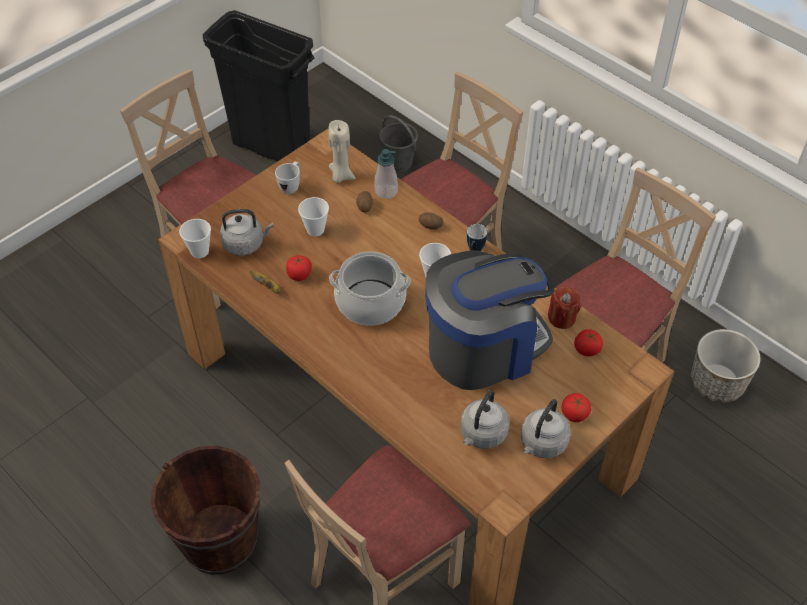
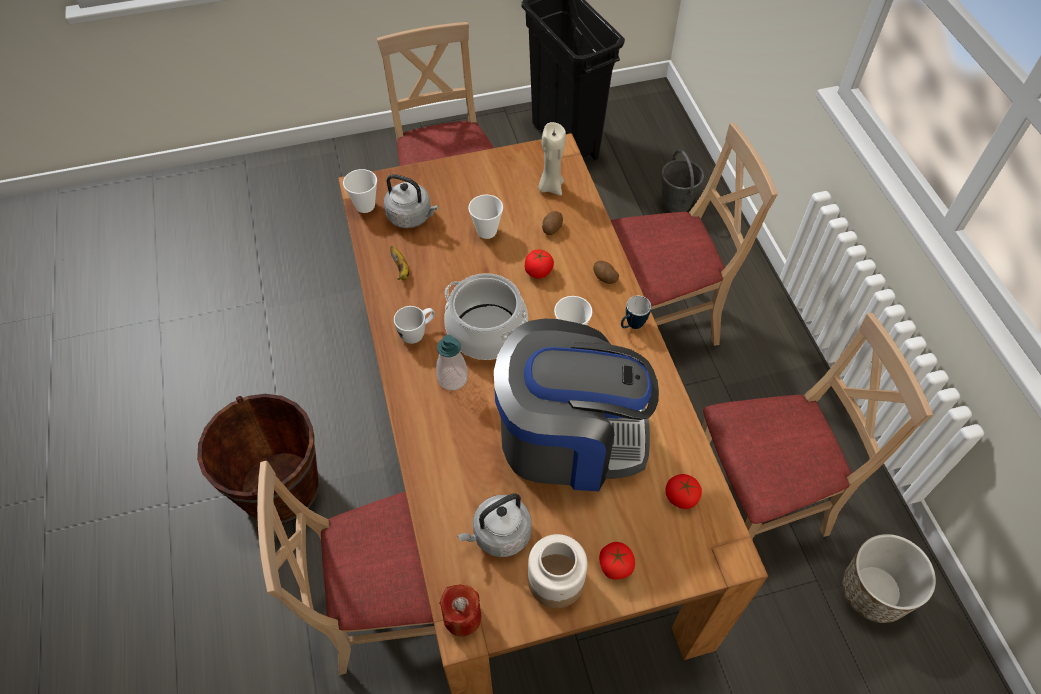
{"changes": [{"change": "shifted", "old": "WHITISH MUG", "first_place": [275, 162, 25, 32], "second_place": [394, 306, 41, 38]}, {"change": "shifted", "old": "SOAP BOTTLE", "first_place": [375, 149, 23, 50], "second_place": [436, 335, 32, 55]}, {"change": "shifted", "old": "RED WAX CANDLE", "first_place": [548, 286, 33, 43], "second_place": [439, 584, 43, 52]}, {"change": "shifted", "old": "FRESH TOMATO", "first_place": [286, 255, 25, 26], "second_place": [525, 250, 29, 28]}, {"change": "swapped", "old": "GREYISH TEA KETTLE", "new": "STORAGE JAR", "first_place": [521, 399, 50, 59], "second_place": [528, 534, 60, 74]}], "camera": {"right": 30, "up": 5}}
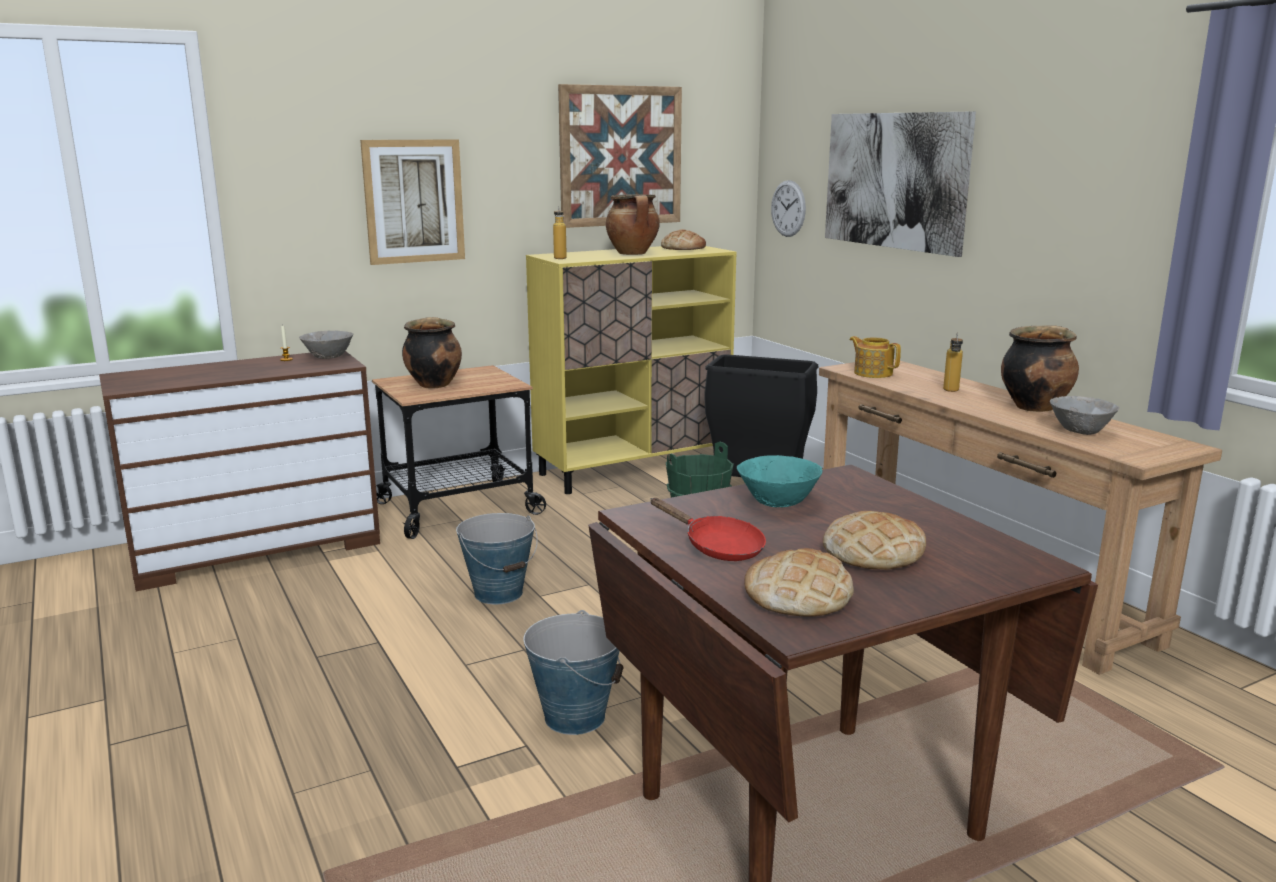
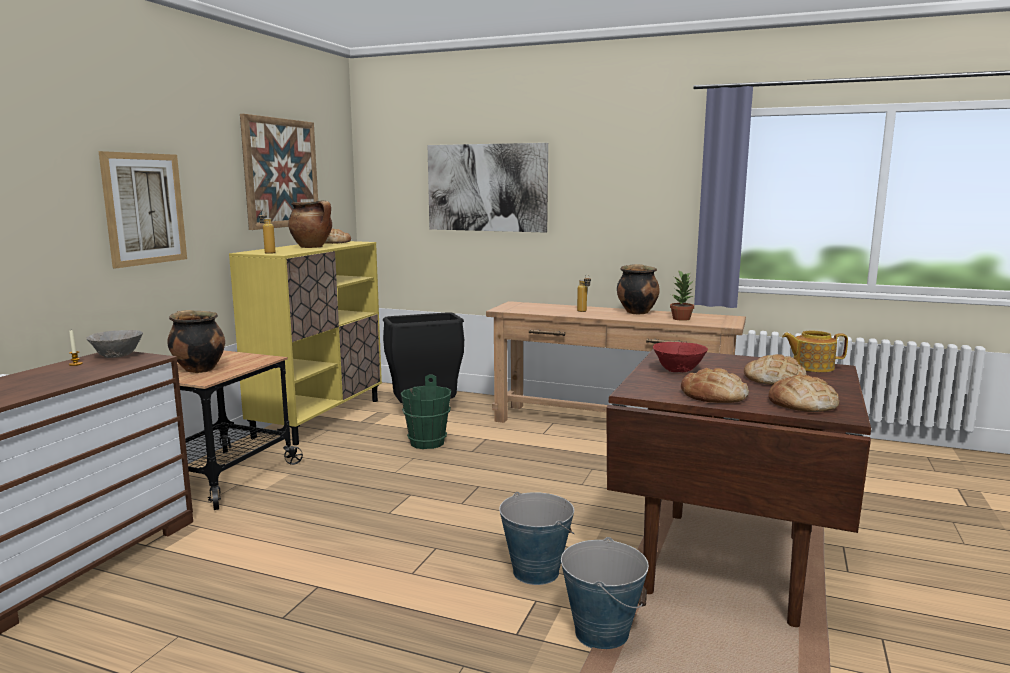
{"changes": [{"change": "shifted", "old": "WATER BUCKET", "first_place": [456, 513, 82, 91], "second_place": [561, 537, 88, 112]}, {"change": "repainted", "old": "BLUE-GREEN DEEP DISH", "new": "RED DEEP DISH", "first_place": [737, 455, 86, 52], "second_place": [653, 342, 55, 30]}, {"change": "swapped", "old": "GREYISH DEEP DISH", "new": "HOUSEPLANT", "first_place": [1050, 396, 69, 39], "second_place": [670, 271, 24, 50]}, {"change": "swapped", "old": "RED FRYING PAN", "new": "BAKED BREAD", "first_place": [650, 498, 116, 63], "second_place": [681, 368, 68, 35]}, {"change": "shifted", "old": "TEAPOT", "first_place": [849, 336, 52, 42], "second_place": [782, 331, 66, 41]}, {"change": "gone", "old": "WALL CLOCK", "first_place": [771, 180, 35, 57]}], "camera": {"right": -40, "up": -5}}
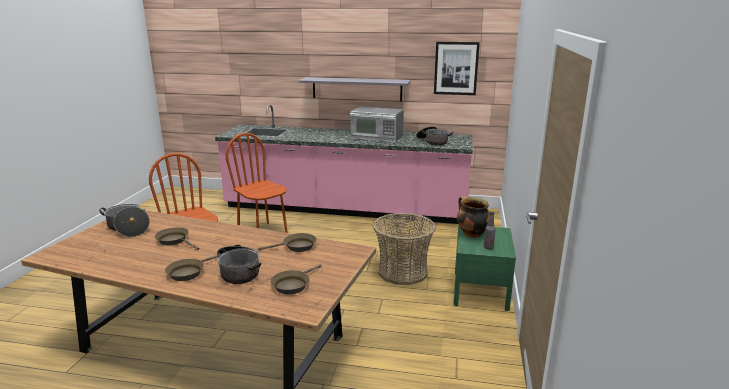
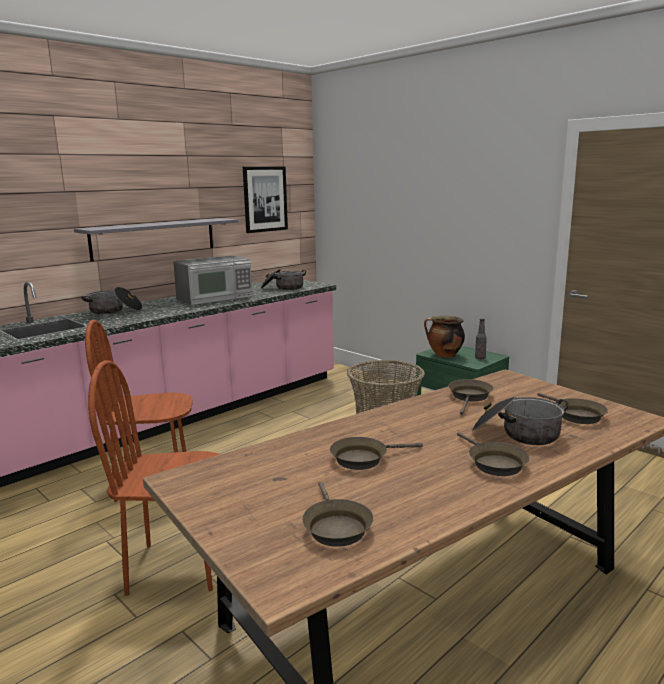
{"changes": [{"change": "shifted", "old": "STOCKPOT", "first_place": [99, 204, 51, 33], "second_place": [81, 287, 62, 27]}, {"change": "new", "new": "BROWN FRYING PAN", "second_place": [302, 482, 71, 65]}], "camera": {"right": -55, "up": -5}}
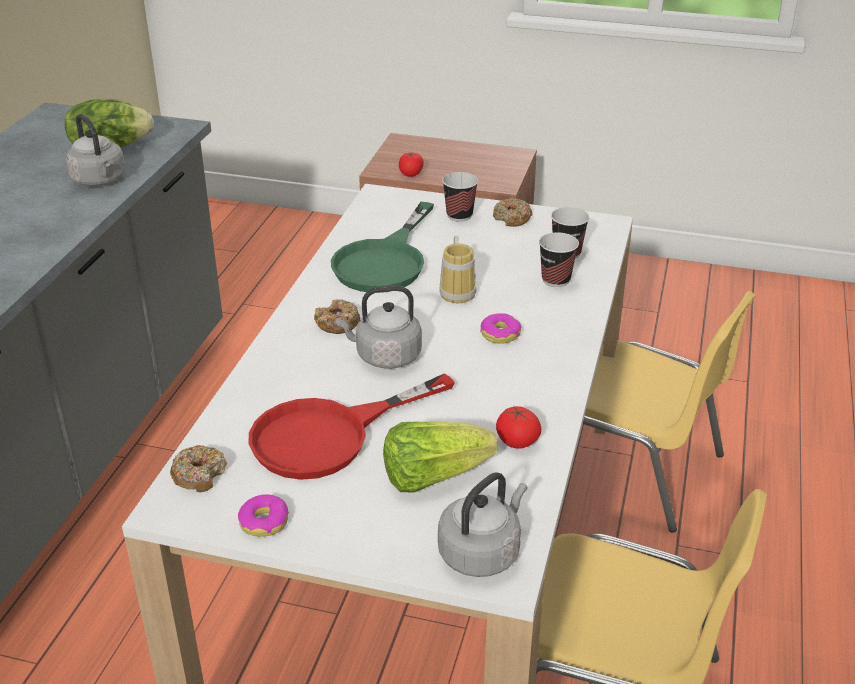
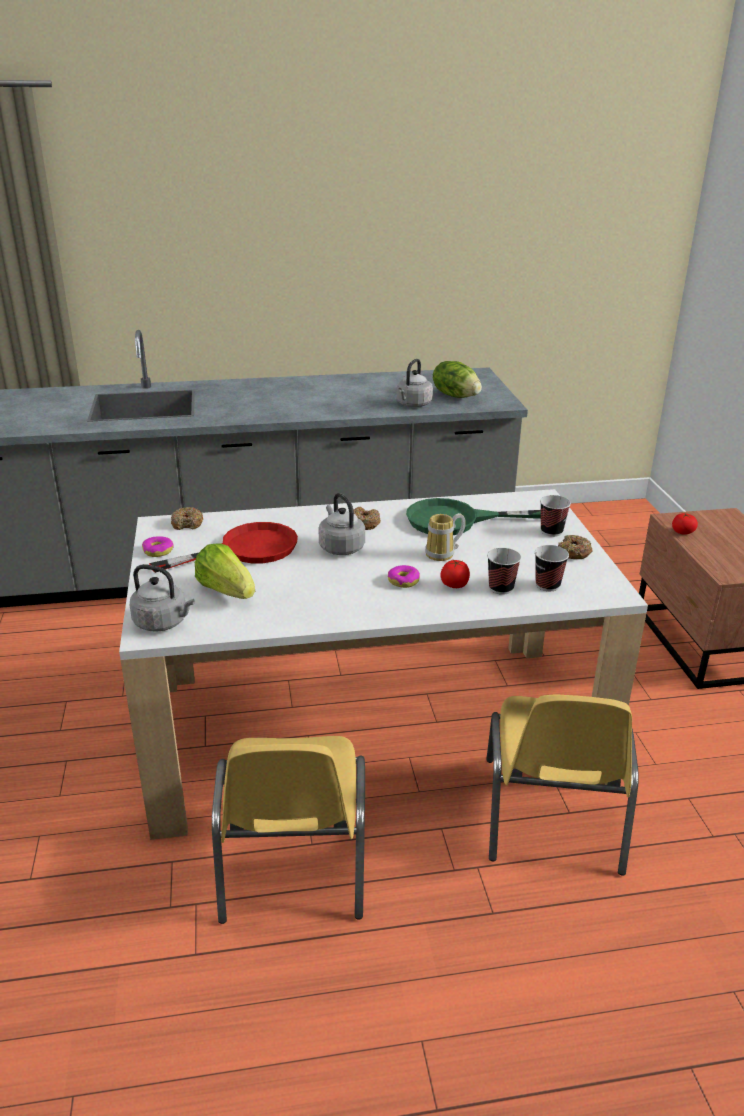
{"changes": [{"change": "rotated", "old": "RED FRYING PAN", "first_place": [248, 373, 207, 107], "second_place": [149, 522, 149, 51], "degrees": 120}, {"change": "shifted", "old": "FRESH TOMATO", "first_place": [496, 406, 45, 43], "second_place": [440, 560, 30, 28]}], "camera": {"right": 65, "up": -5}}
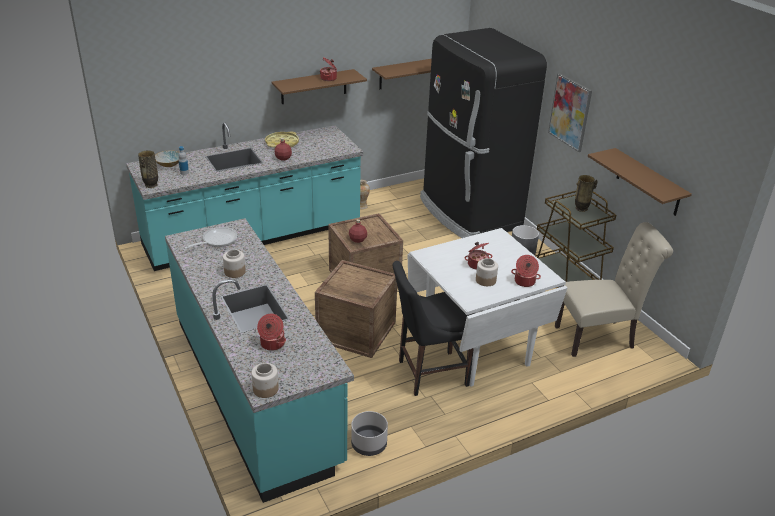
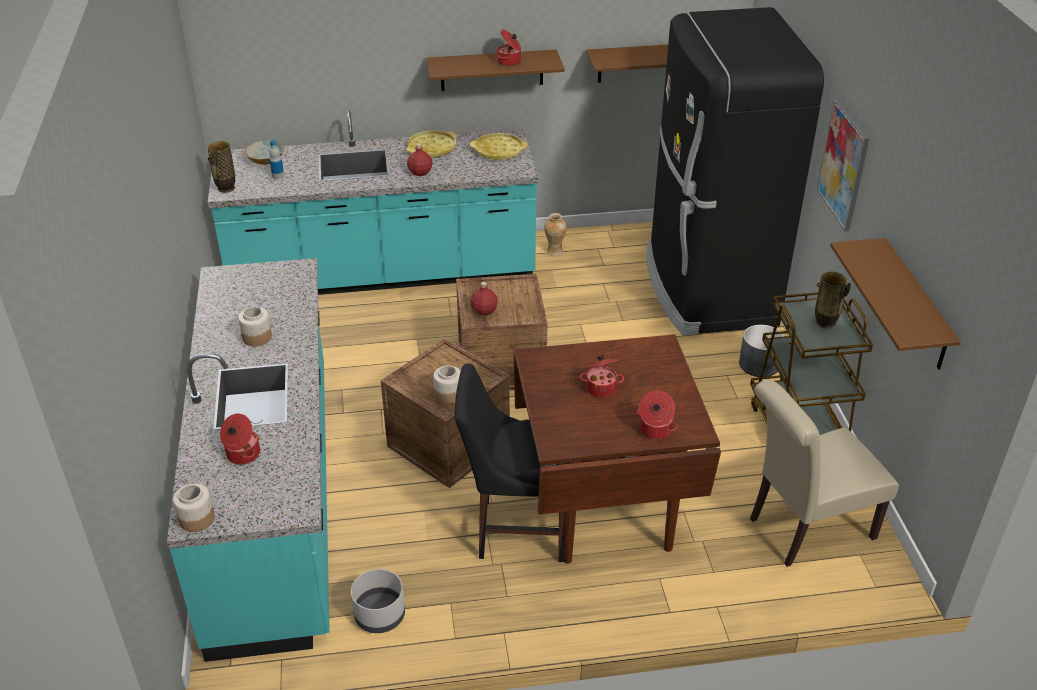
{"changes": [{"change": "shifted", "old": "STORAGE JAR", "first_place": [476, 258, 22, 28], "second_place": [433, 365, 28, 39]}, {"change": "new", "new": "YELLOWISH CARRYING TRAY", "second_place": [470, 133, 58, 27]}, {"change": "repainted", "old": "WHITISH DINING TABLE", "new": "BROWN DINING TABLE", "first_place": [408, 228, 160, 159], "second_place": [513, 334, 208, 229]}, {"change": "rotated", "old": "BEIGE PLAIN CHAIR", "first_place": [555, 222, 118, 135], "second_place": [750, 380, 149, 187], "degrees": 150}, {"change": "gone", "old": "FRYING PAN", "first_place": [184, 227, 53, 22]}], "camera": {"right": 20, "up": 5}}
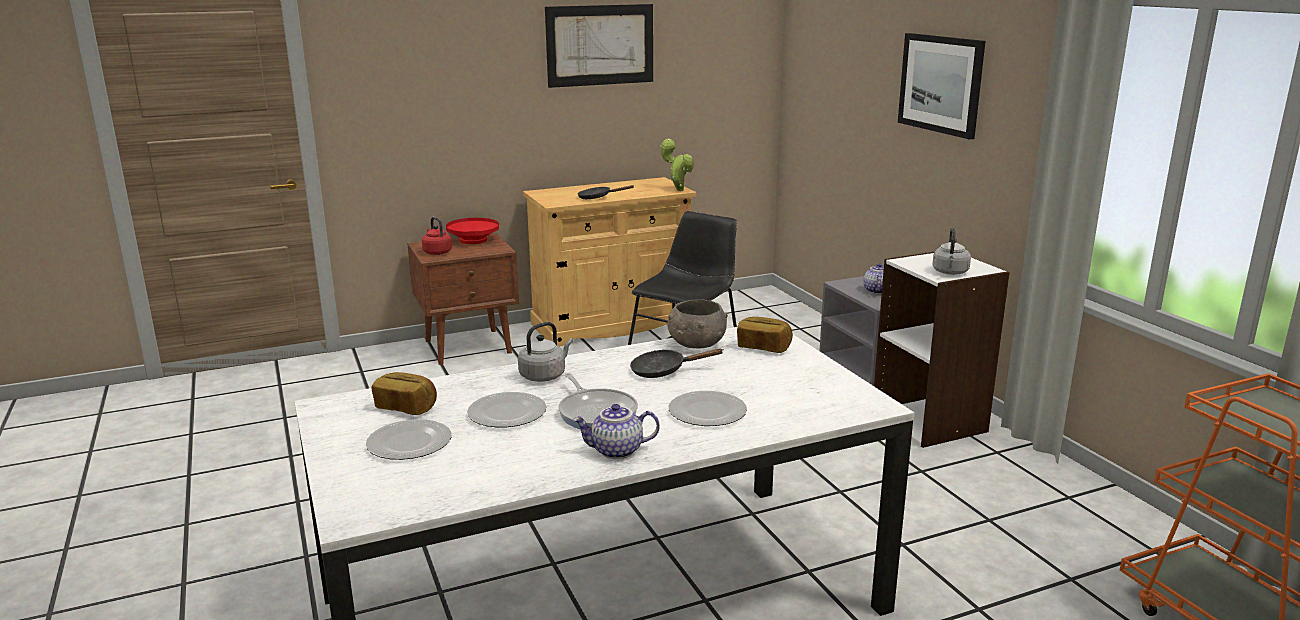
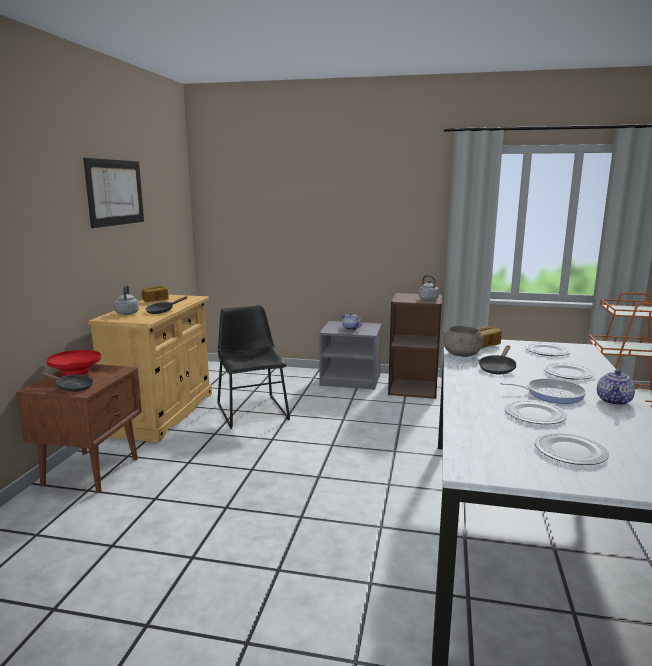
{"changes": [{"change": "swapped", "old": "RED TEA KETTLE", "new": "BLACK-COLOURED FRYING PAN", "first_place": [422, 217, 30, 38], "second_place": [38, 372, 55, 20]}, {"change": "shifted", "old": "GREYISH TEA KETTLE", "first_place": [518, 322, 55, 60], "second_place": [114, 285, 25, 30]}, {"change": "shifted", "old": "BAKED BREAD", "first_place": [372, 372, 65, 43], "second_place": [141, 286, 28, 16]}, {"change": "repainted", "old": "WHITISH BOOKSHELF", "new": "BROWN BOOKSHELF", "first_place": [874, 252, 136, 196], "second_place": [388, 293, 54, 106]}, {"change": "new", "new": "PLATE", "second_place": [525, 343, 46, 13]}, {"change": "gone", "old": "HOUSEPLANT", "first_place": [661, 139, 33, 52]}, {"change": "gone", "old": "WALL PICTURE", "first_place": [898, 33, 87, 106]}], "camera": {"right": -55, "up": -5}}
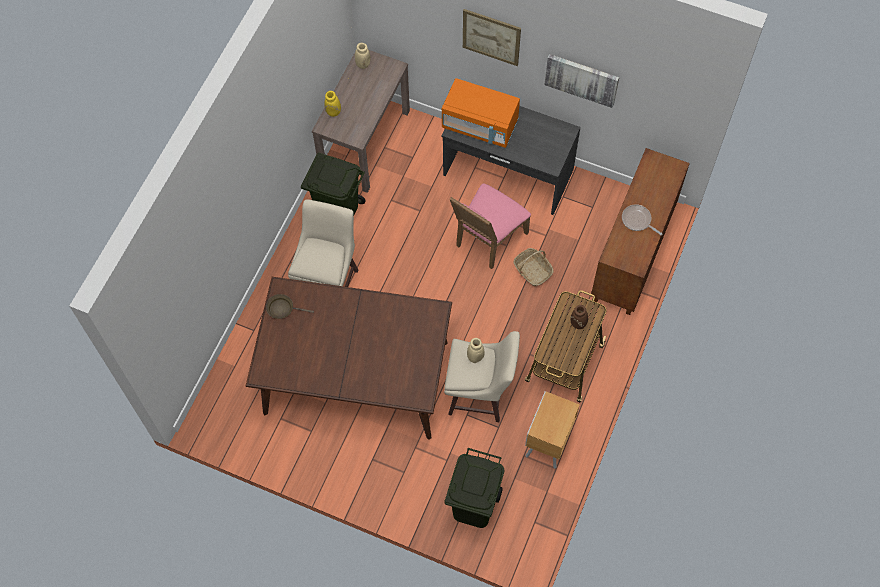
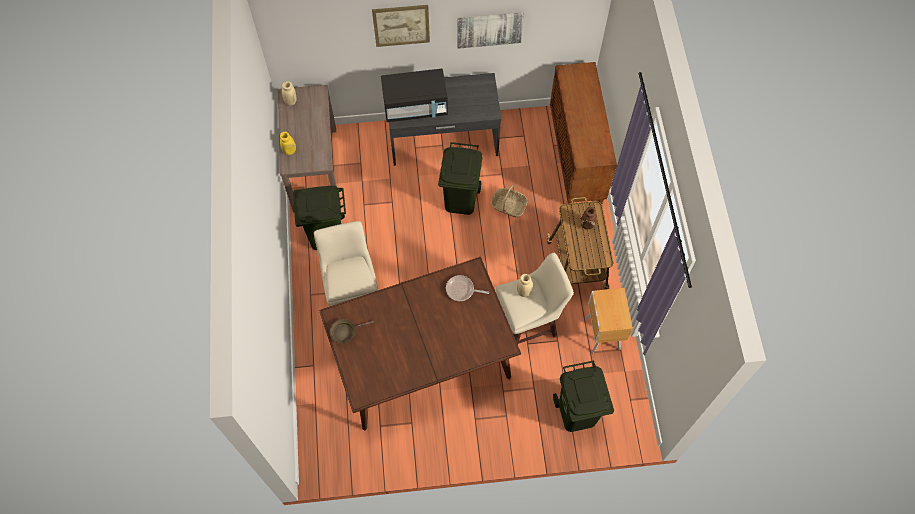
{"changes": [{"change": "repainted", "old": "ORANGE-COLOURED KITCHEN MICROWAVE", "new": "BLACK-COLOURED KITCHEN MICROWAVE", "first_place": [442, 78, 78, 70], "second_place": [381, 69, 67, 53]}, {"change": "swapped", "old": "PINKISH PLAIN CHAIR", "new": "GREENISH WASTE BIN", "first_place": [450, 183, 81, 86], "second_place": [438, 142, 45, 73]}, {"change": "shifted", "old": "FRYING PAN", "first_place": [622, 204, 41, 31], "second_place": [446, 275, 43, 26]}], "camera": {"right": -30, "up": 0}}
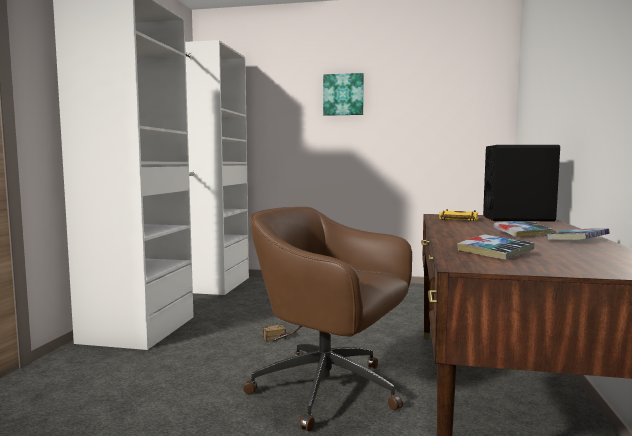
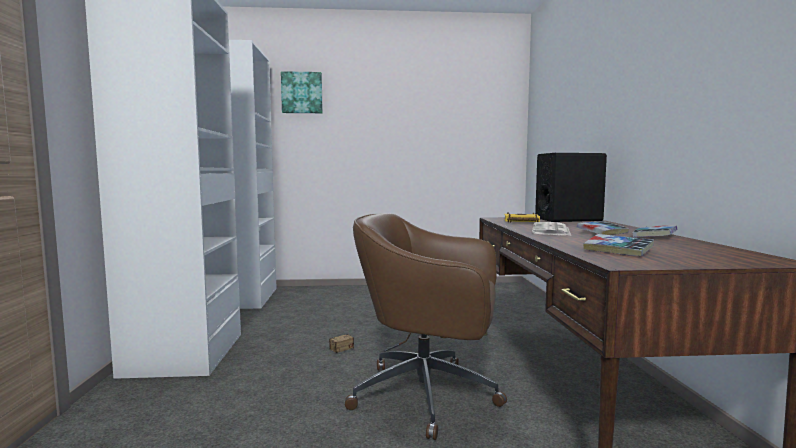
{"changes": [{"change": "shifted", "old": "WALL PICTURE", "first_place": [323, 73, 41, 43], "second_place": [281, 71, 42, 42]}, {"change": "new", "new": "DAILY PAPER", "second_place": [532, 222, 39, 13]}], "camera": {"right": -15, "up": 0}}
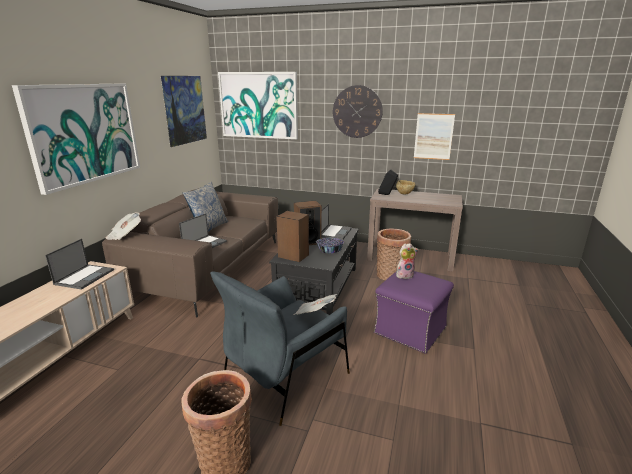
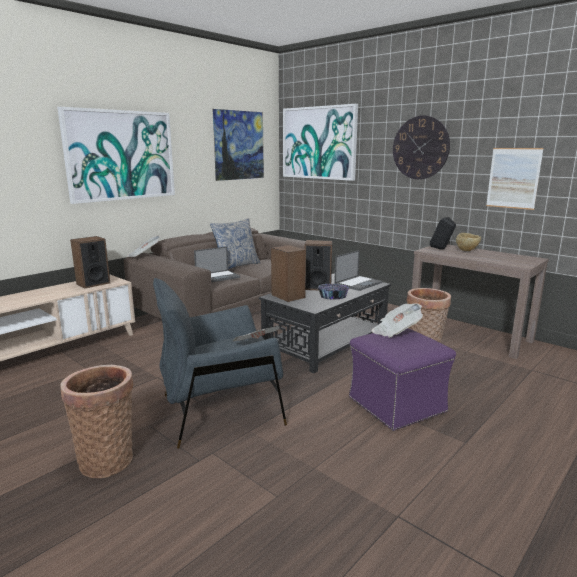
{"changes": [{"change": "swapped", "old": "PORTABLE COMPUTER", "new": "AUDIO SPEAKER", "first_place": [45, 239, 69, 51], "second_place": [70, 236, 40, 52]}, {"change": "swapped", "old": "PLUSH TOY", "new": "DAILY PAPER", "first_place": [396, 243, 23, 36], "second_place": [372, 303, 51, 35]}], "camera": {"right": 25, "up": -5}}
